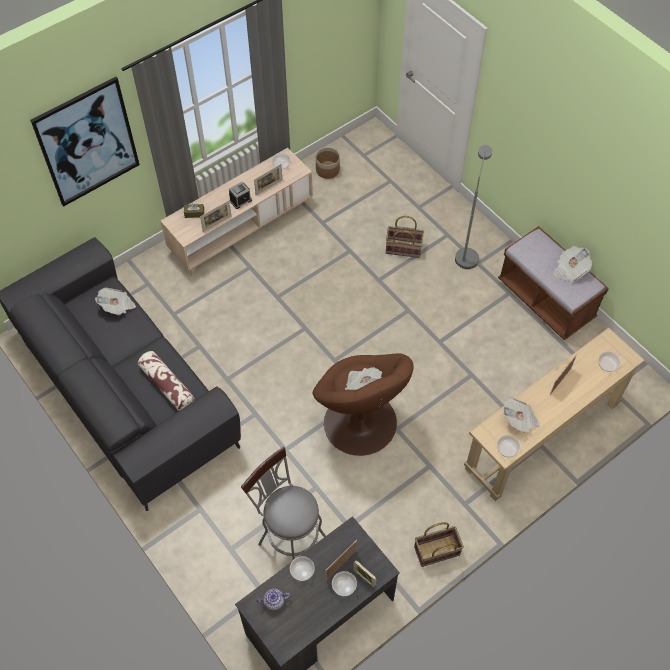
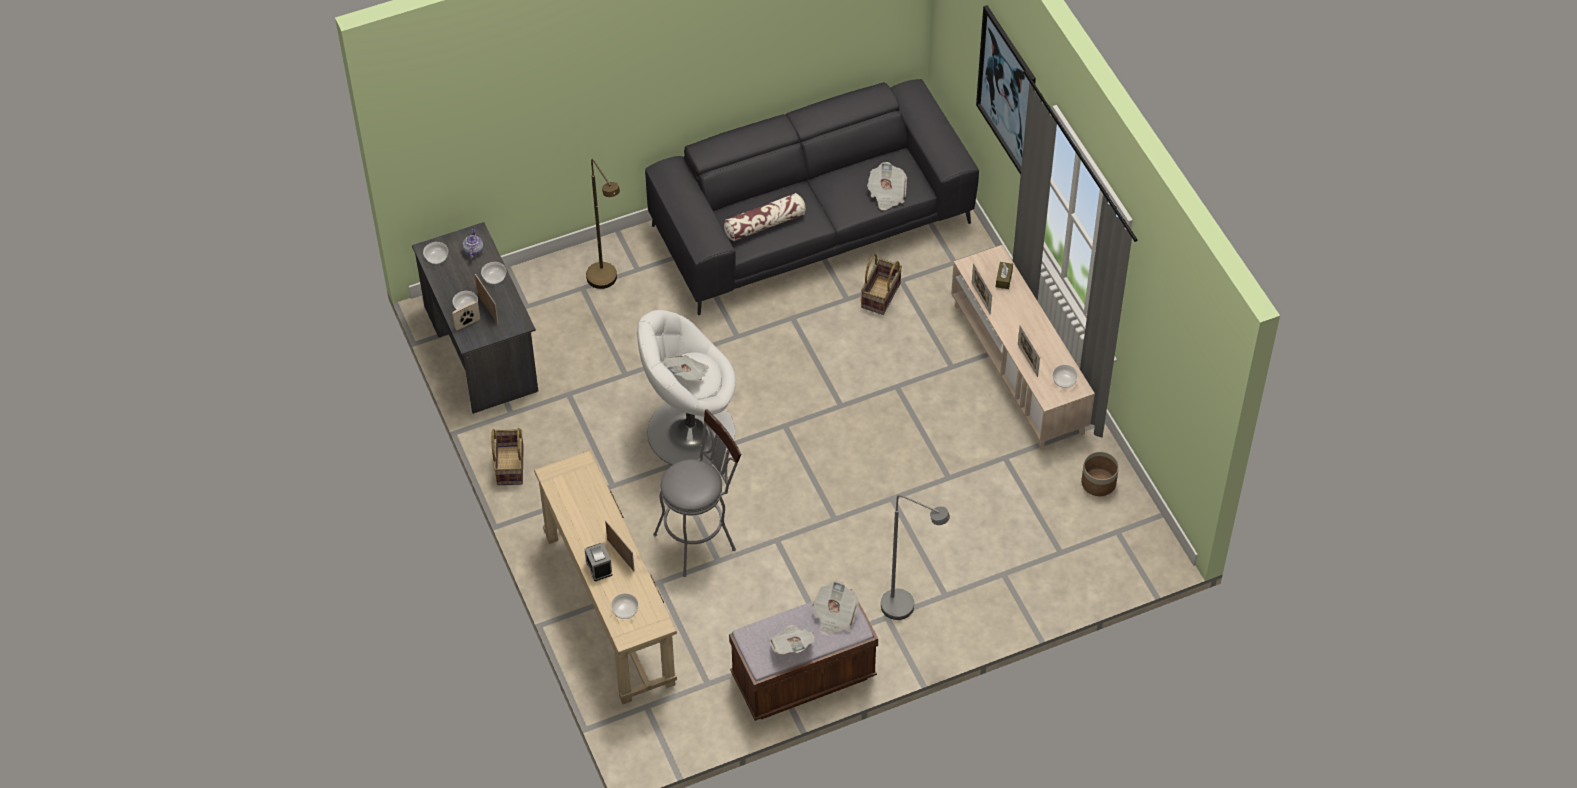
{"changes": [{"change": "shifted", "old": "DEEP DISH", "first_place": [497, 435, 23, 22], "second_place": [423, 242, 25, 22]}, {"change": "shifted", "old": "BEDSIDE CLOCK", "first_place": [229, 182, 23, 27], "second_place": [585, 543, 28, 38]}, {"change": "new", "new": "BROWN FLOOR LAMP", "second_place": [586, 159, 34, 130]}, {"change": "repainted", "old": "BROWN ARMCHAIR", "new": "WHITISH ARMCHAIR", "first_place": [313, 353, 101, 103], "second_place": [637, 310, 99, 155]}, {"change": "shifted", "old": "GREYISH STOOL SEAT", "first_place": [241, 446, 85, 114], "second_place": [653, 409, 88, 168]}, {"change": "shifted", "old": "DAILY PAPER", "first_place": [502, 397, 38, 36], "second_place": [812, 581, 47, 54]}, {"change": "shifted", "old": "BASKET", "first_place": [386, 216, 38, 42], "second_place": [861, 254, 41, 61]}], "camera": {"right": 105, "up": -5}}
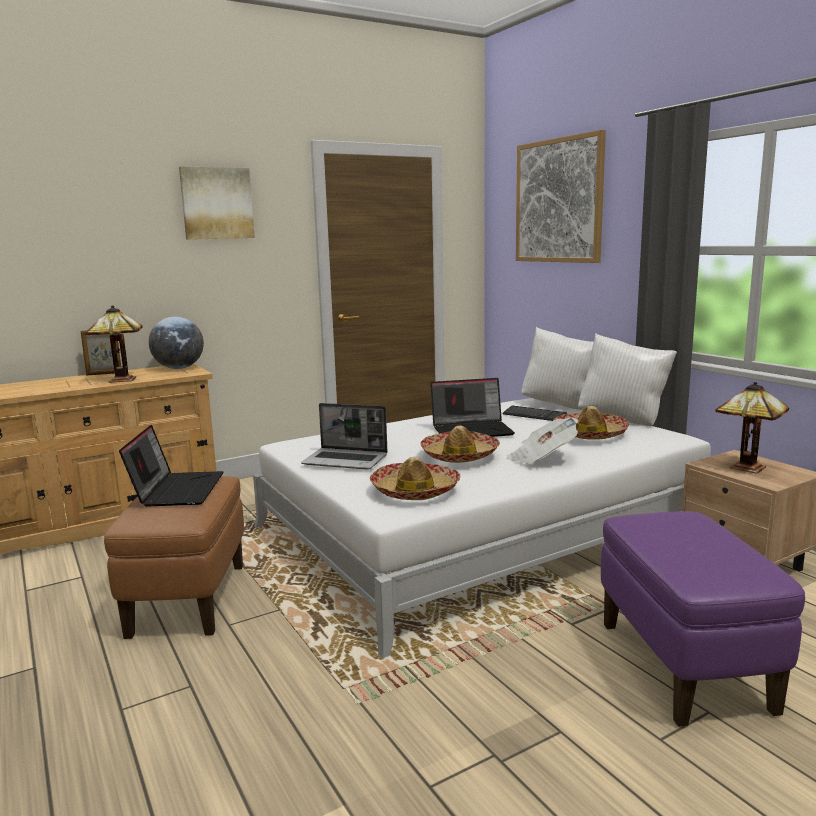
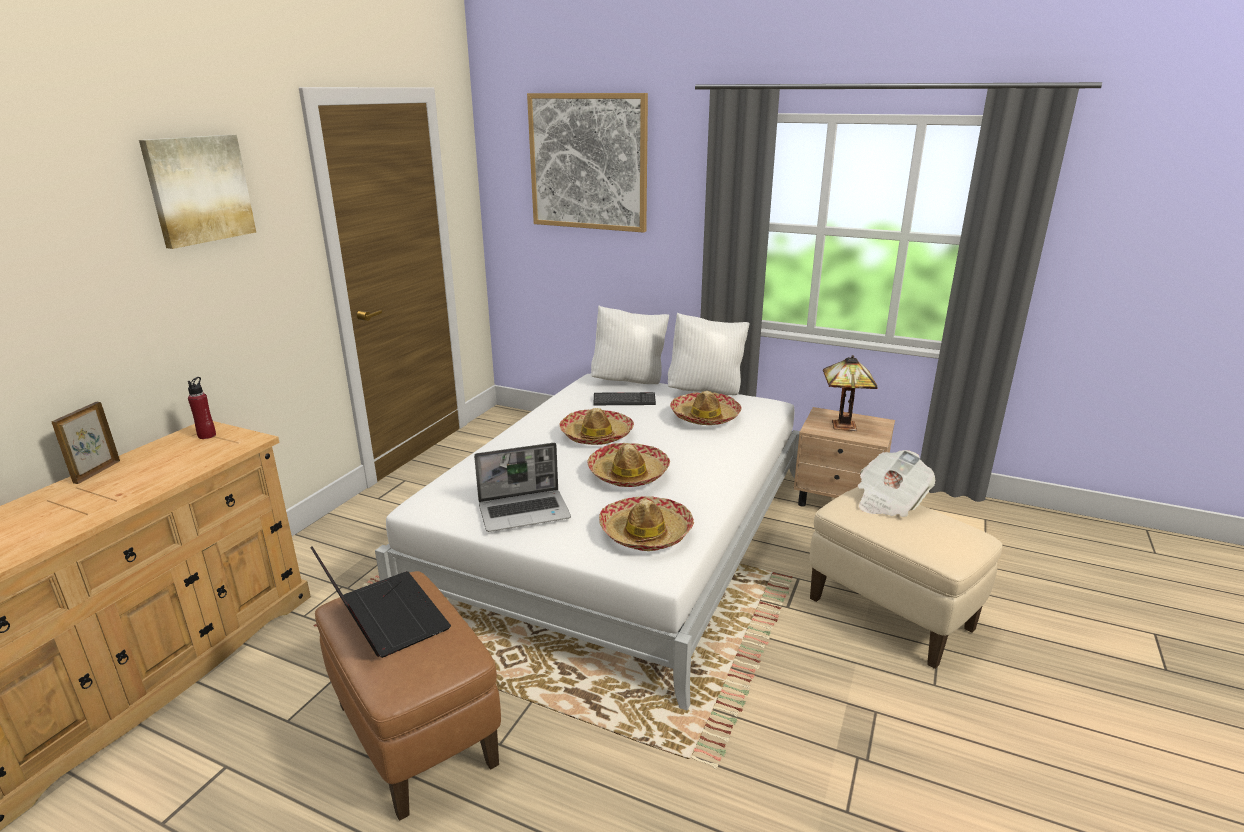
{"changes": [{"change": "rotated", "old": "STANDING FRAME", "first_place": [81, 330, 40, 45], "second_place": [52, 402, 68, 82], "degrees": 150}, {"change": "swapped", "old": "DESK GLOBE", "new": "RED BEVERAGE BOTTLE", "first_place": [149, 317, 55, 52], "second_place": [188, 377, 28, 62]}, {"change": "swapped", "old": "PORTABLE COMPUTER", "new": "WEARABLE HAT", "first_place": [430, 378, 85, 59], "second_place": [560, 408, 74, 37]}, {"change": "repainted", "old": "PURPLISH POUFFE", "new": "BEIGE POUFFE", "first_place": [601, 511, 204, 216], "second_place": [810, 487, 192, 182]}, {"change": "shifted", "old": "DAILY PAPER", "first_place": [507, 418, 72, 46], "second_place": [858, 450, 78, 67]}, {"change": "gone", "old": "TABLE LAMP", "first_place": [86, 305, 56, 78]}], "camera": {"right": -35, "up": 10}}
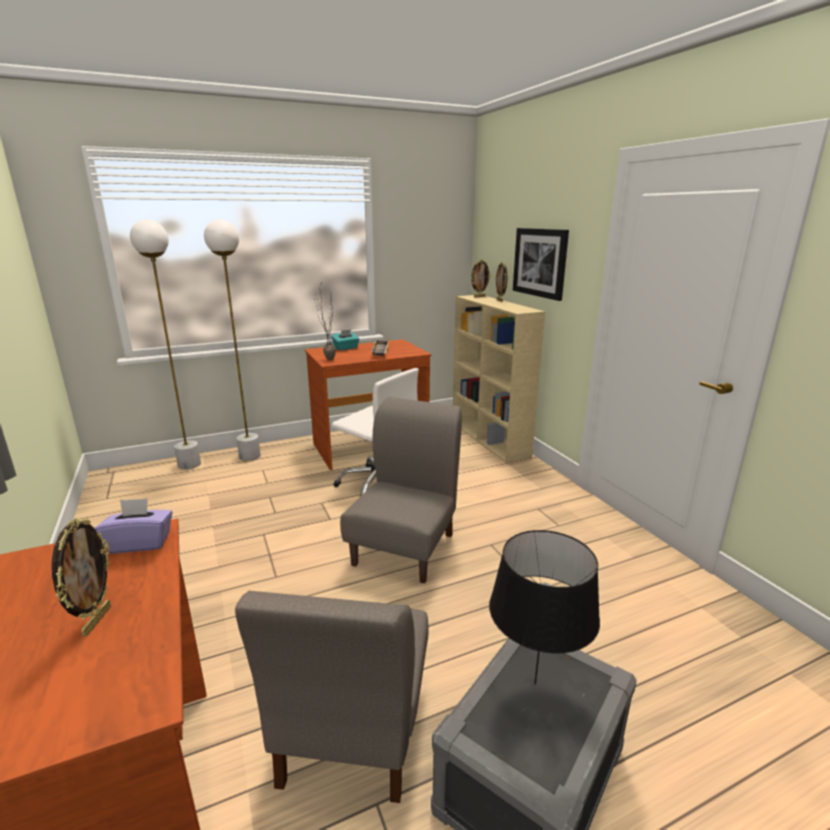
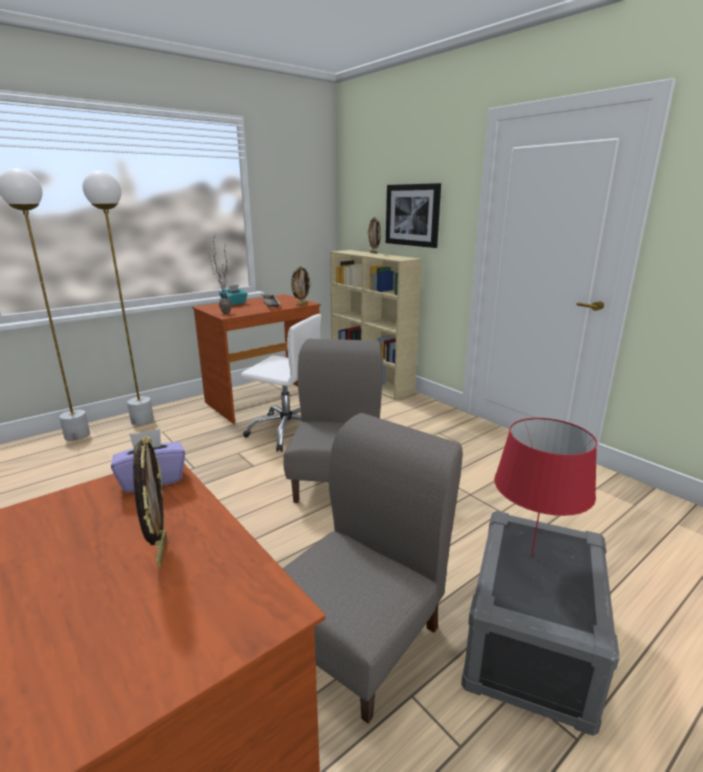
{"changes": [{"change": "rotated", "old": "GREYISH PLAIN CHAIR", "first_place": [235, 591, 193, 212], "second_place": [283, 413, 180, 311], "degrees": -135}, {"change": "shifted", "old": "STANDING FRAME", "first_place": [471, 259, 20, 39], "second_place": [291, 266, 21, 40]}, {"change": "repainted", "old": "BLACK-COLOURED TABLE LAMP", "new": "RED TABLE LAMP", "first_place": [489, 530, 111, 154], "second_place": [494, 418, 103, 138]}], "camera": {"right": -15, "up": 0}}
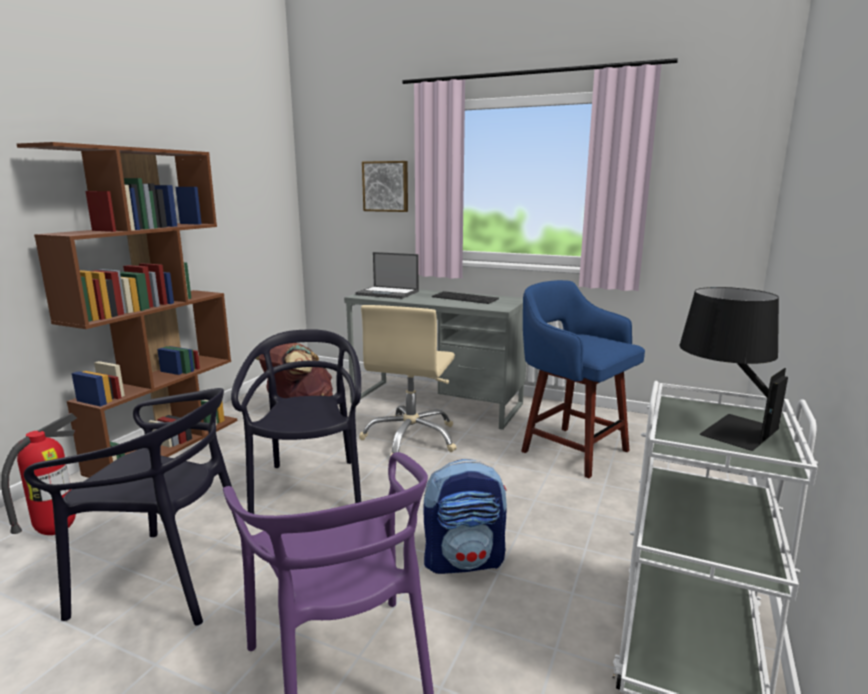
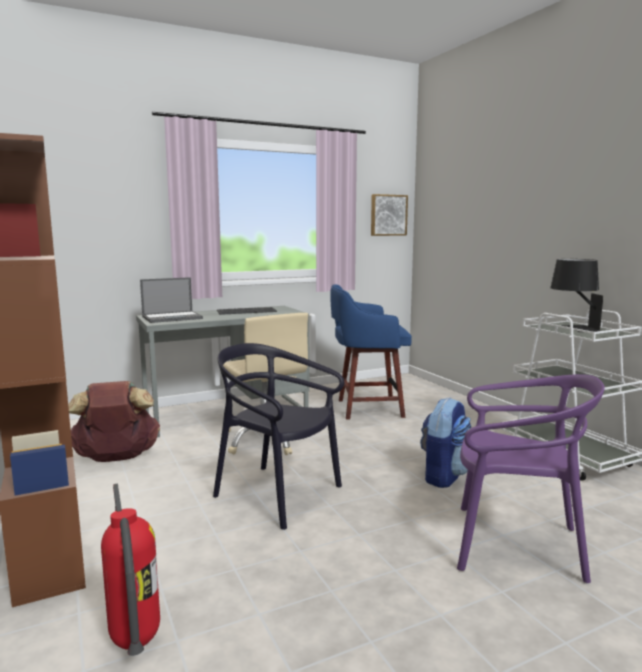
{"changes": [{"change": "shifted", "old": "WALL PICTURE", "first_place": [362, 161, 46, 51], "second_place": [371, 194, 37, 42]}, {"change": "gone", "old": "BLACK-COLOURED PLAIN CHAIR", "first_place": [24, 388, 216, 238]}], "camera": {"right": -50, "up": -5}}
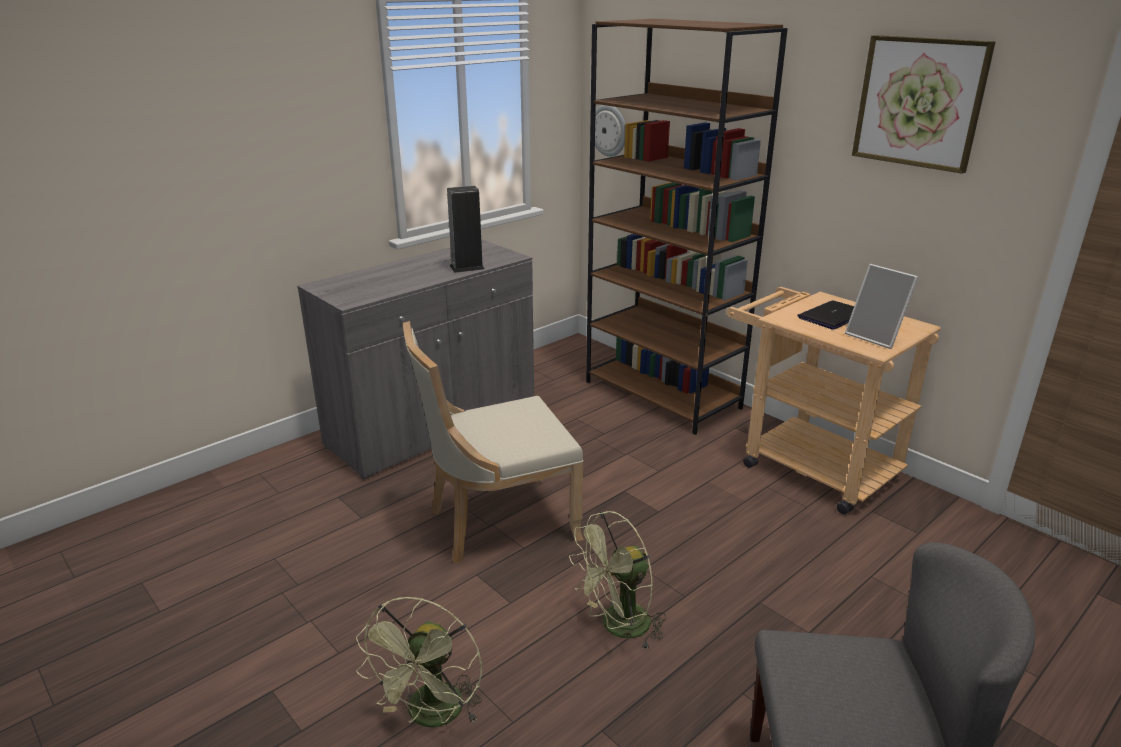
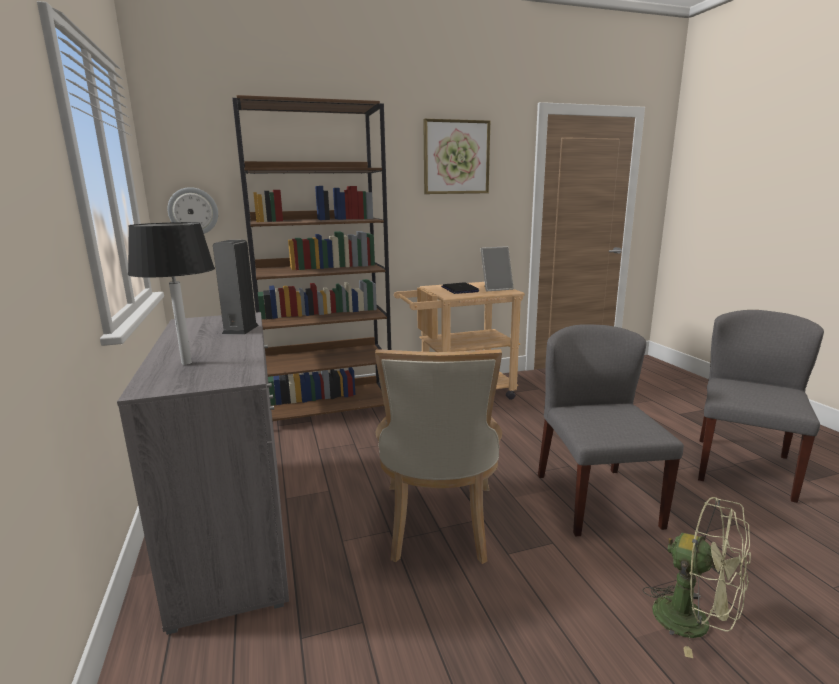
{"changes": [{"change": "new", "new": "BLACK-COLOURED TABLE LAMP", "second_place": [128, 222, 87, 143]}, {"change": "swapped", "old": "GREENISH ELECTRIC FAN", "new": "GREYISH PLAIN CHAIR", "first_place": [569, 511, 97, 140], "second_place": [538, 324, 146, 212]}], "camera": {"right": -65, "up": -10}}
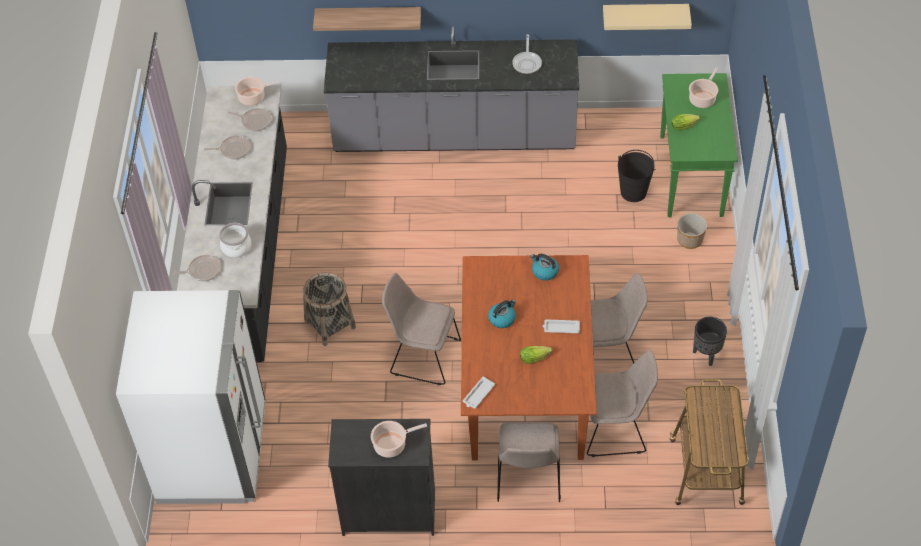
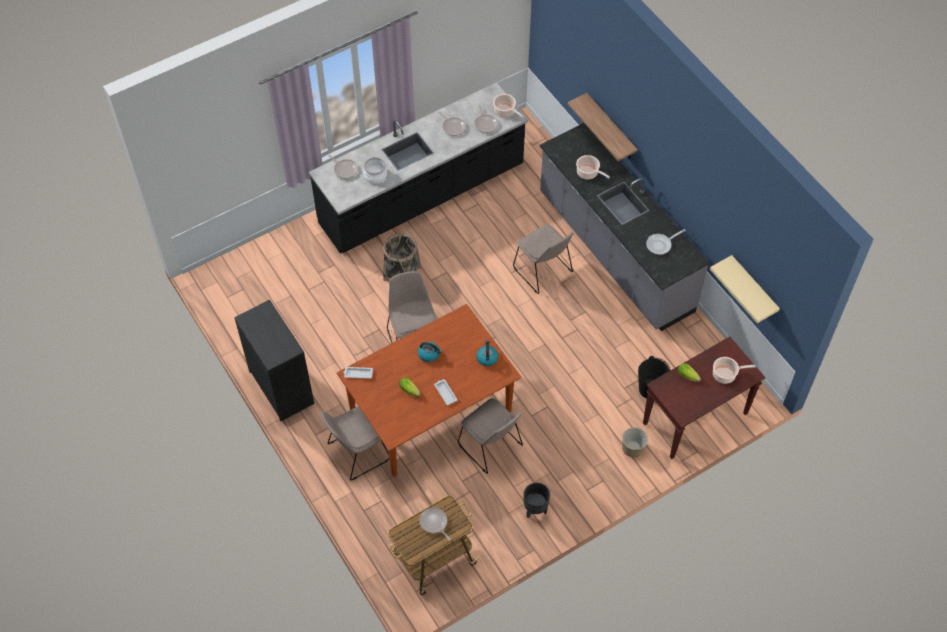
{"changes": [{"change": "new", "new": "FRYING PAN", "second_place": [420, 507, 31, 34]}, {"change": "shifted", "old": "BEIGE PLAIN CHAIR", "first_place": [587, 350, 71, 107], "second_place": [513, 224, 61, 70]}, {"change": "shifted", "old": "STOCKPOT", "first_place": [371, 421, 56, 37], "second_place": [576, 155, 34, 25]}, {"change": "repainted", "old": "GREENISH HALL TABLE", "new": "BROWN HALL TABLE", "first_place": [660, 73, 78, 144], "second_place": [643, 337, 122, 122]}, {"change": "gone", "old": "WHITISH REFRIGERATOR", "first_place": [116, 290, 149, 214]}], "camera": {"right": 55, "up": 5}}
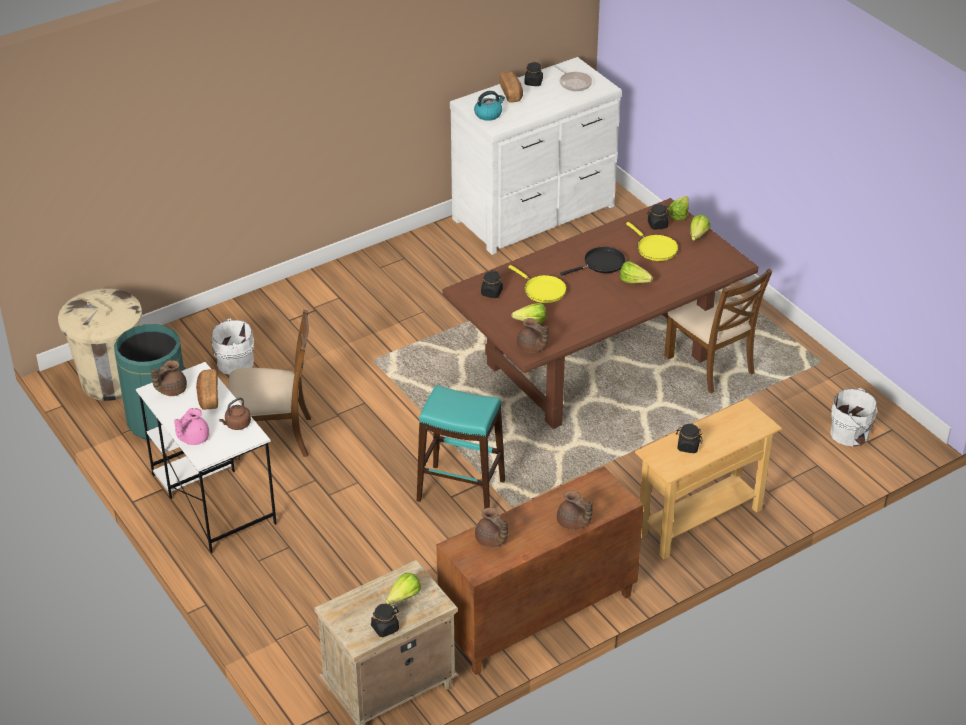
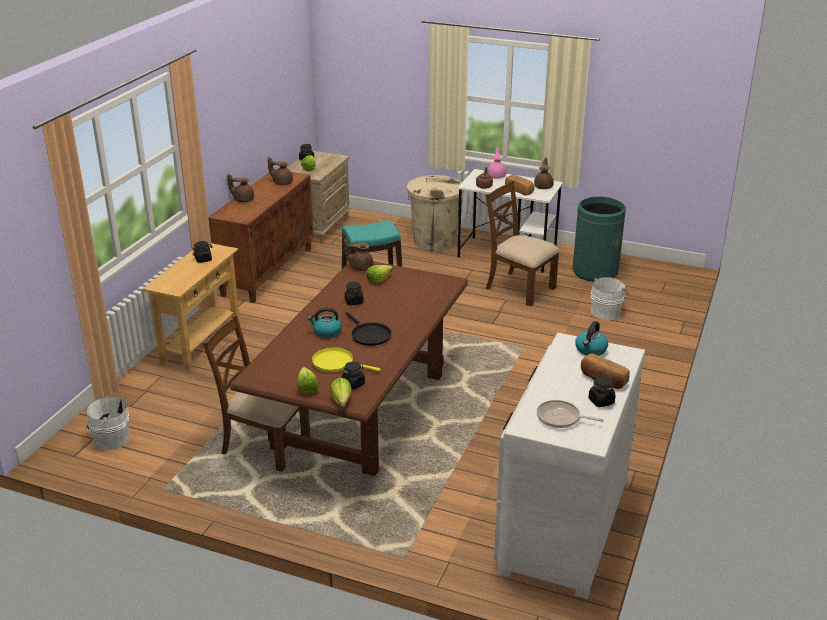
{"changes": [{"change": "swapped", "old": "LETTUCE", "new": "TEA KETTLE", "first_place": [620, 261, 33, 22], "second_place": [308, 307, 34, 31]}, {"change": "shifted", "old": "BLACK-COLOURED STORAGE JAR", "first_place": [481, 270, 22, 28], "second_place": [345, 282, 19, 23]}, {"change": "rotated", "old": "BLACK-COLOURED FRYING PAN", "first_place": [560, 246, 66, 30], "second_place": [345, 312, 47, 34], "degrees": -60}, {"change": "shifted", "old": "BEIGE WASTE BIN", "first_place": [58, 289, 84, 112], "second_place": [407, 175, 57, 76]}, {"change": "rotated", "old": "BROWN PLAIN CHAIR", "first_place": [228, 310, 83, 150], "second_place": [486, 181, 74, 125], "degrees": 75}, {"change": "gone", "old": "YELLOWISH FRYING PAN", "first_place": [508, 265, 59, 38]}], "camera": {"right": 145, "up": -10}}
